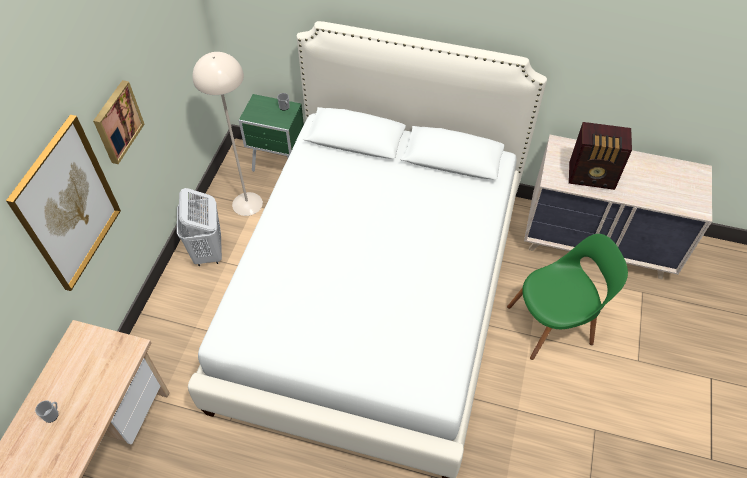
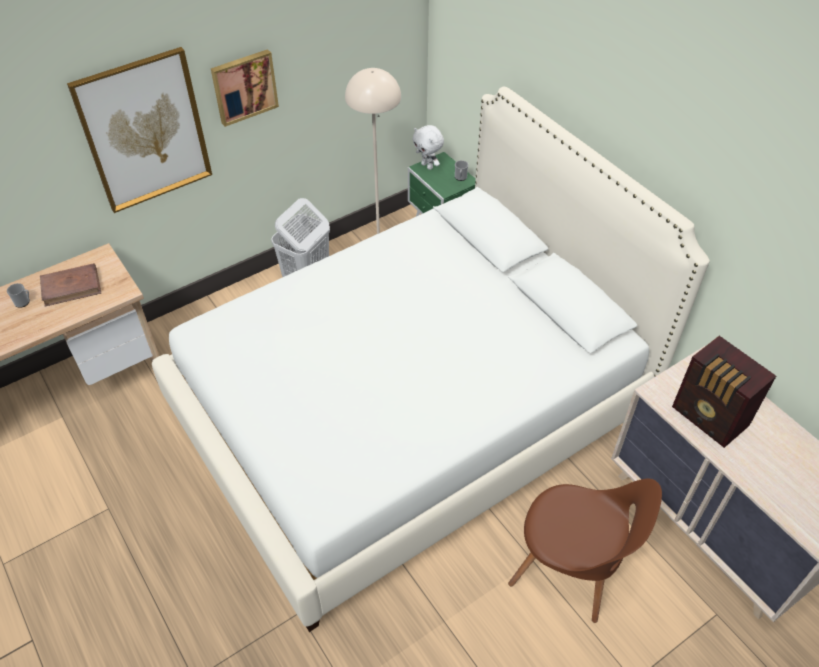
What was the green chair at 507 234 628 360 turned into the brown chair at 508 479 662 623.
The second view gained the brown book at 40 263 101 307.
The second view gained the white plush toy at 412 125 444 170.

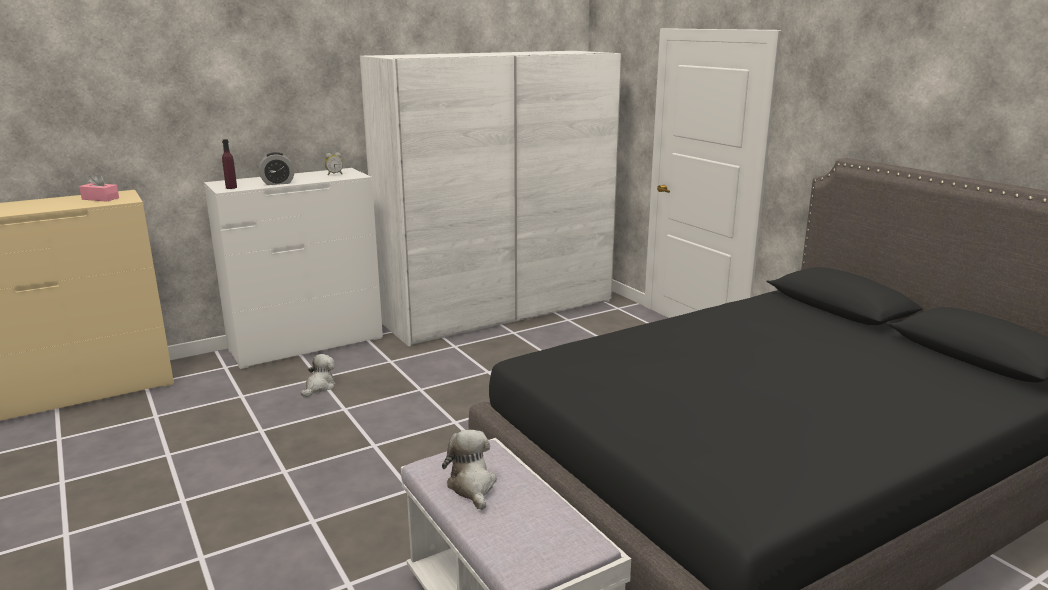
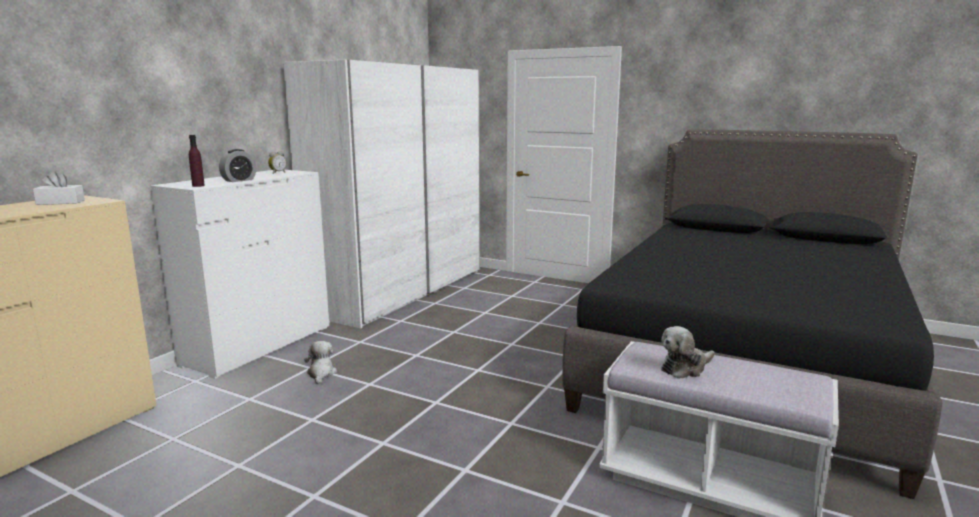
What was the pink tissue box at 79 172 119 202 turned into the white tissue box at 33 171 85 205.
The plush toy at 442 430 497 510 ended up facing another way, 75 degrees counterclockwise from before.

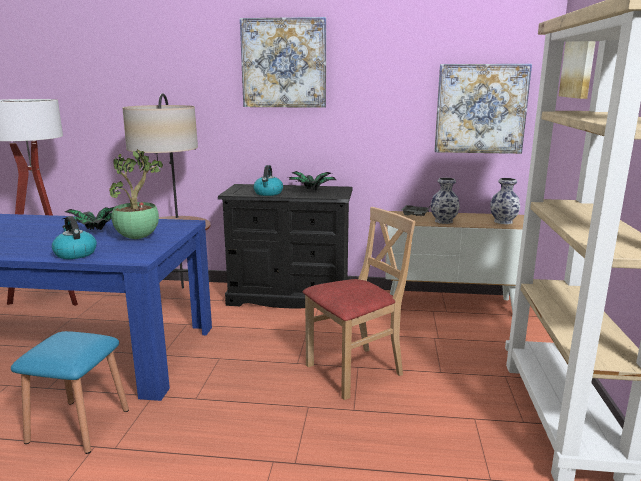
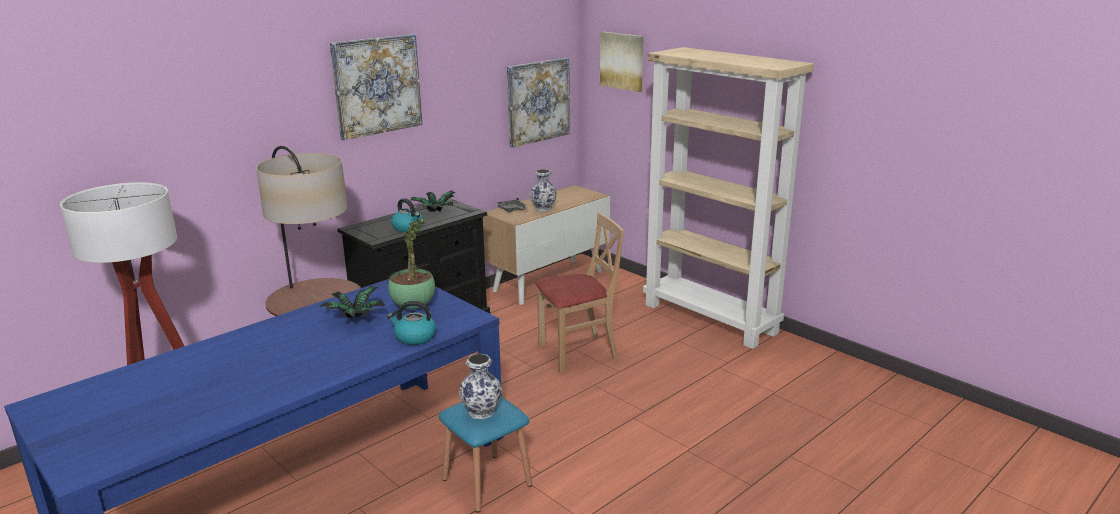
The beige chair at 303 207 415 400 ended up facing another way, 60 degrees clockwise from before.
The vase ended up elsewhere, having gone from 490 178 520 224 to 459 354 502 419.

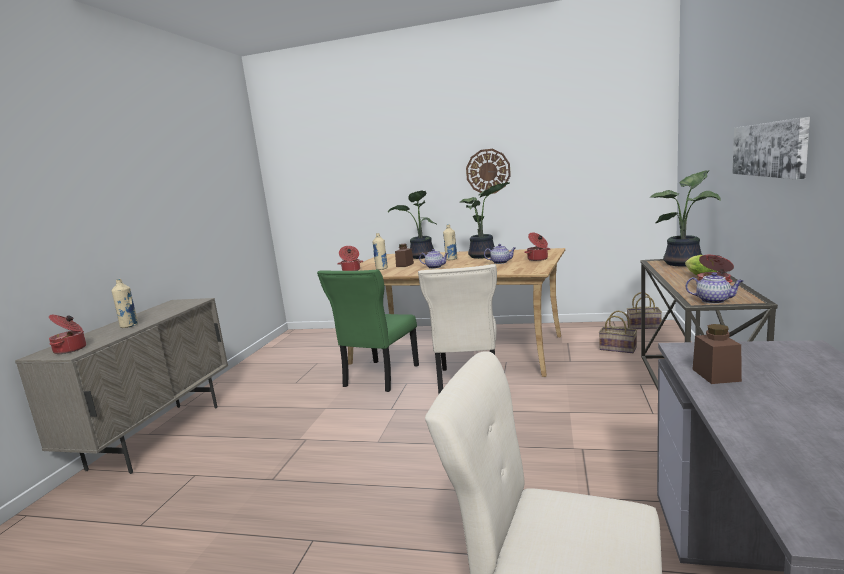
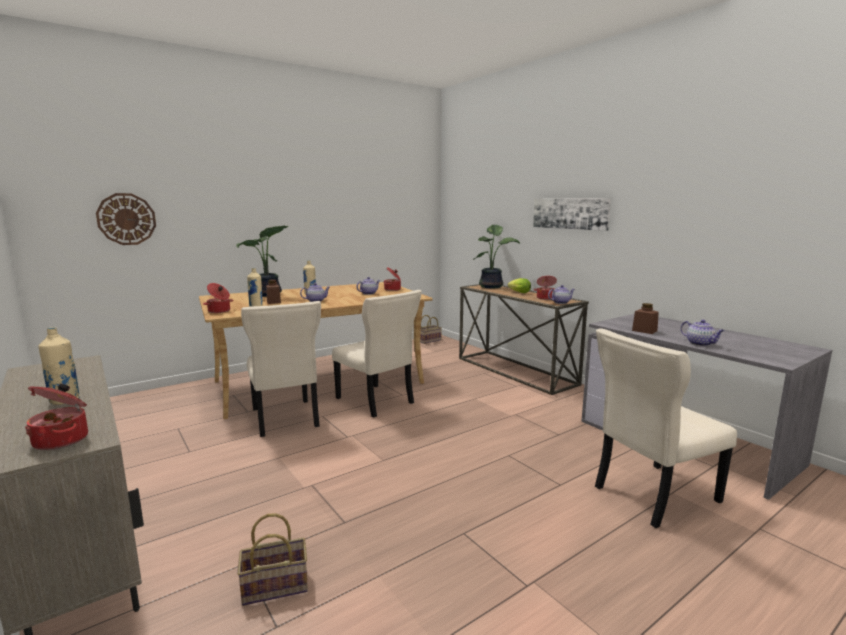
What was the green chair at 317 270 419 392 turned into the beige chair at 241 301 321 437.
The second view lost the potted plant at 460 182 509 259.
The wall clock ended up elsewhere, having gone from 466 149 511 194 to 96 193 156 245.
The basket ended up elsewhere, having gone from 599 311 637 353 to 237 513 308 606.
The second view gained the teapot at 681 320 725 346.

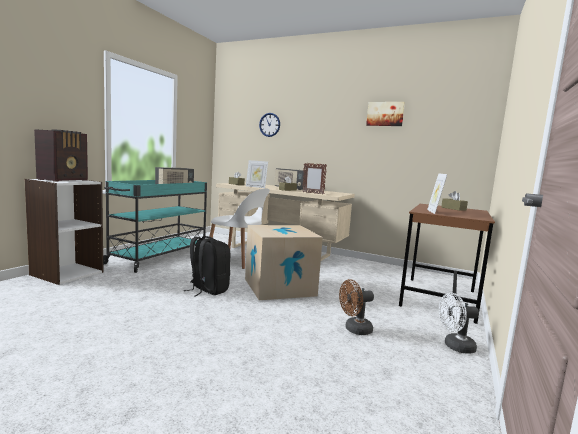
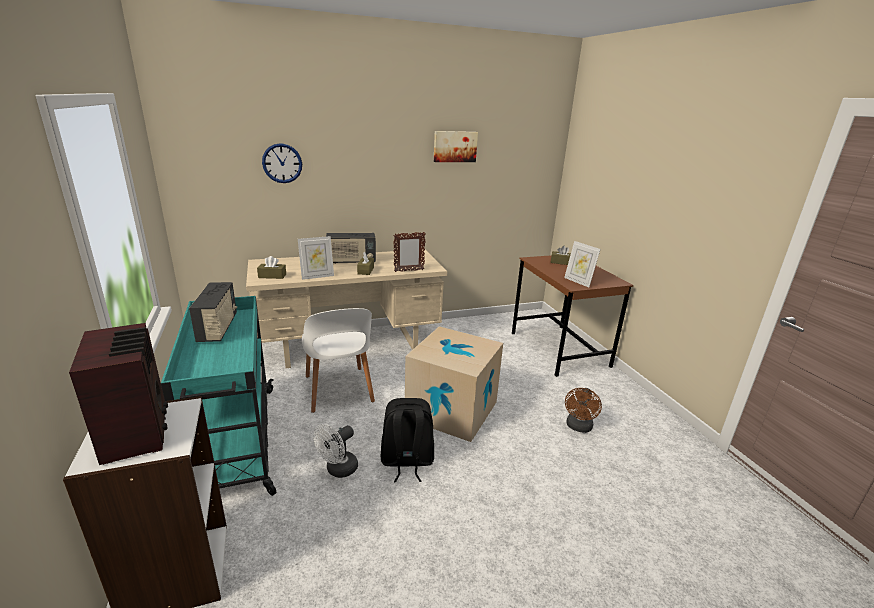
The white chair at 209 188 270 269 ended up facing another way, 90 degrees clockwise from before.
The white fan ended up elsewhere, having gone from 439 293 479 354 to 313 424 358 478.

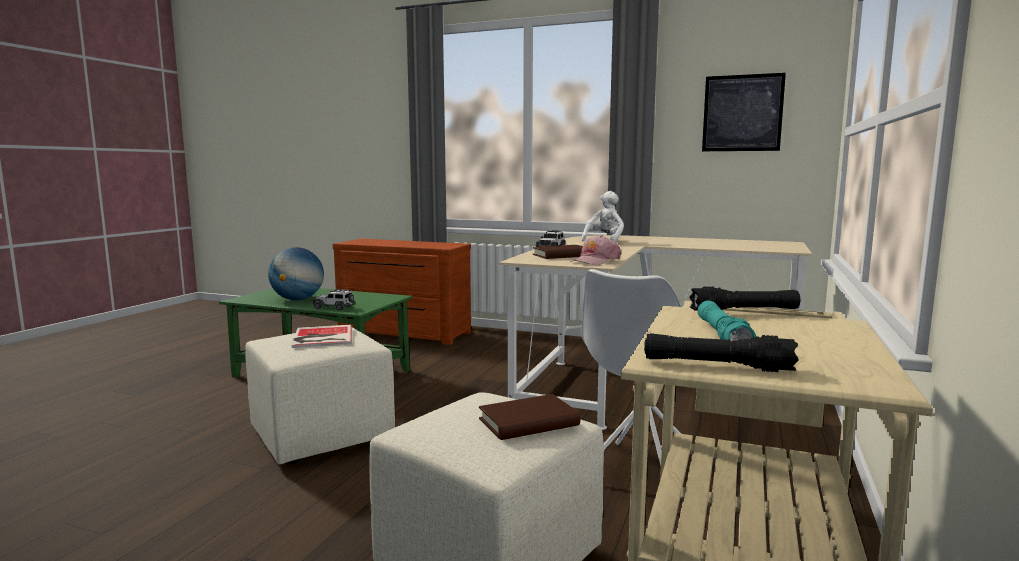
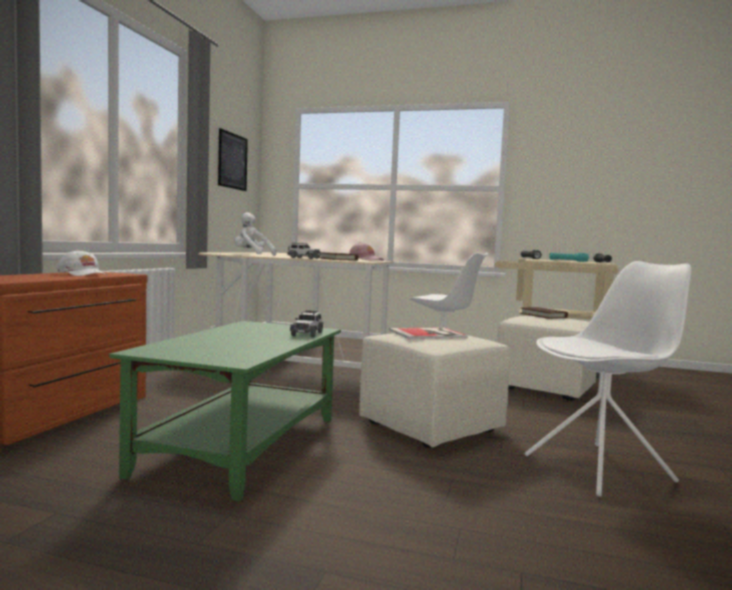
The second view lost the globe at 268 247 324 300.
The second view gained the white cap at 57 250 107 276.
The second view gained the white chair at 525 261 691 497.

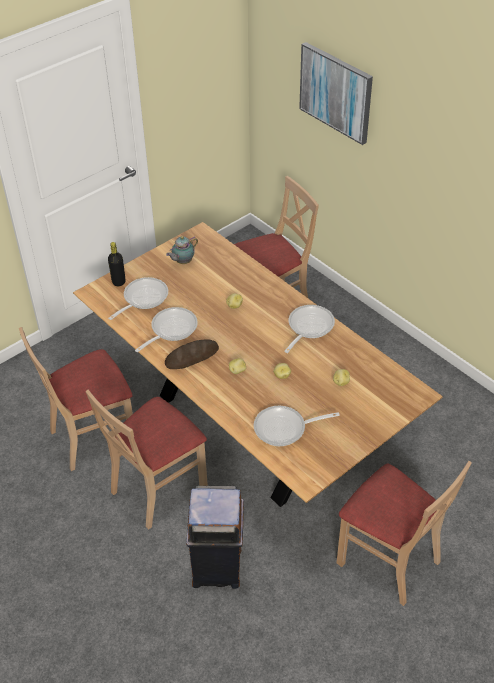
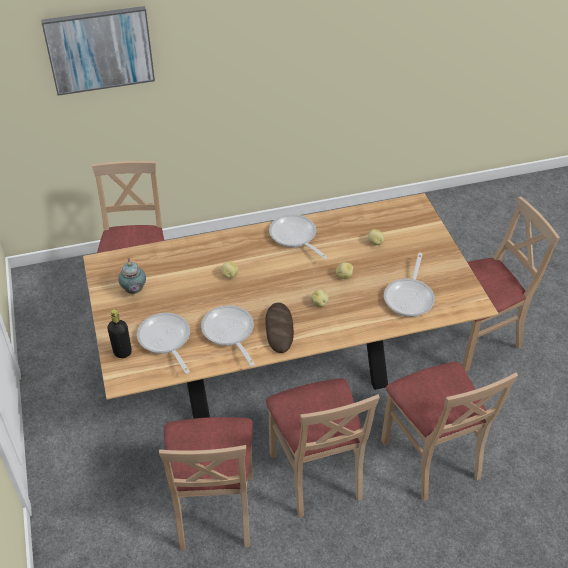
Where the brown trash can stood at 186 486 244 589, the beige chair came to stand at 381 362 518 501.

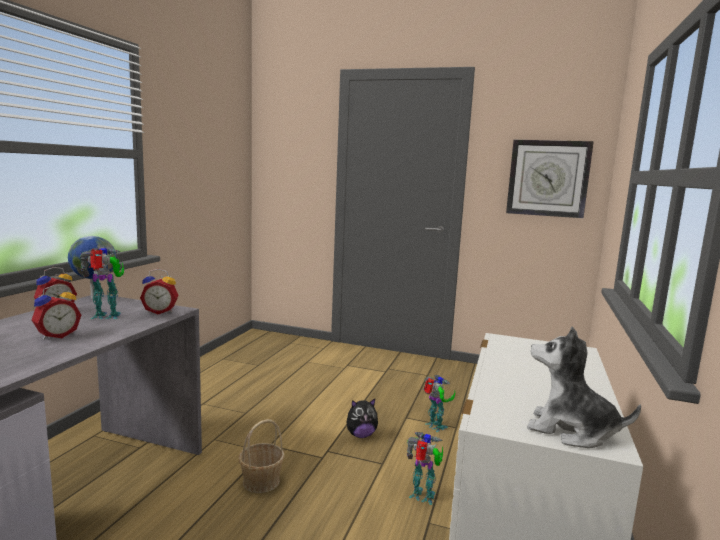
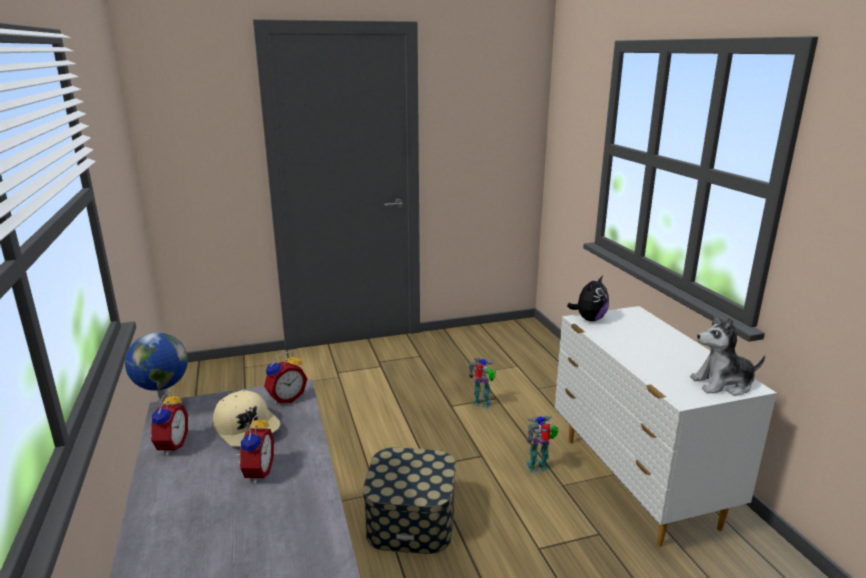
Where the toy robot stood at 79 248 125 319, the beige cap came to stand at 213 390 281 447.
Where the basket stood at 239 419 285 493, the storage box came to stand at 363 447 456 554.
The plush toy ended up elsewhere, having gone from 347 399 378 438 to 567 276 609 321.
The second view lost the wall clock at 506 140 594 218.

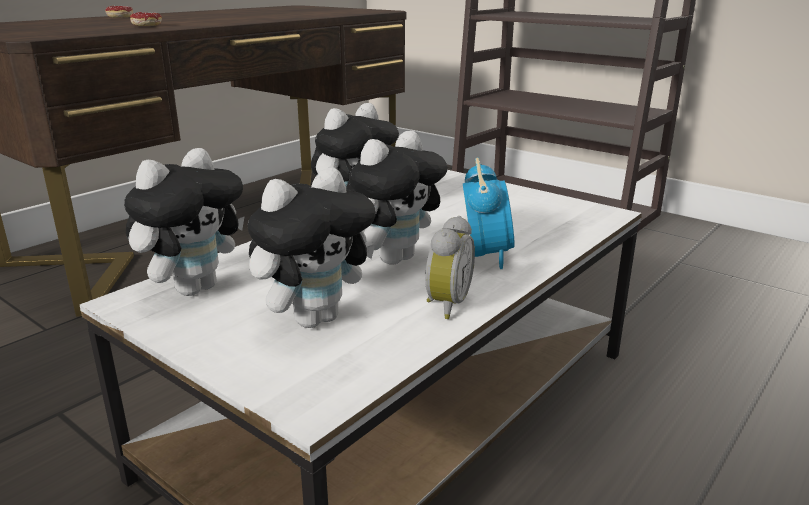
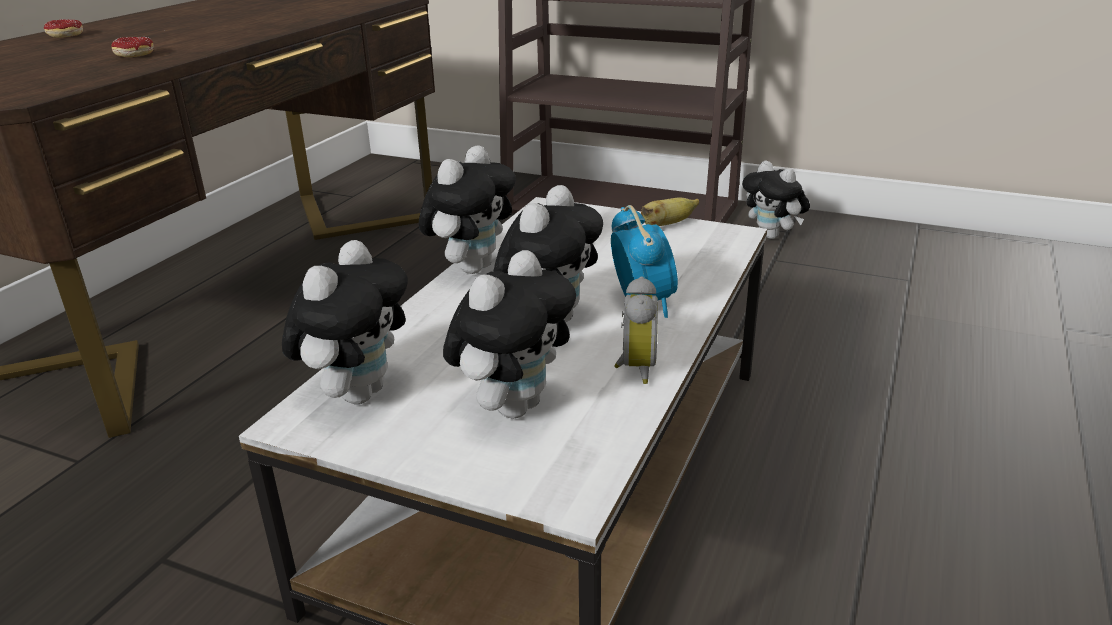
The second view gained the banana at 641 198 699 226.
The second view gained the plush toy at 742 161 810 239.

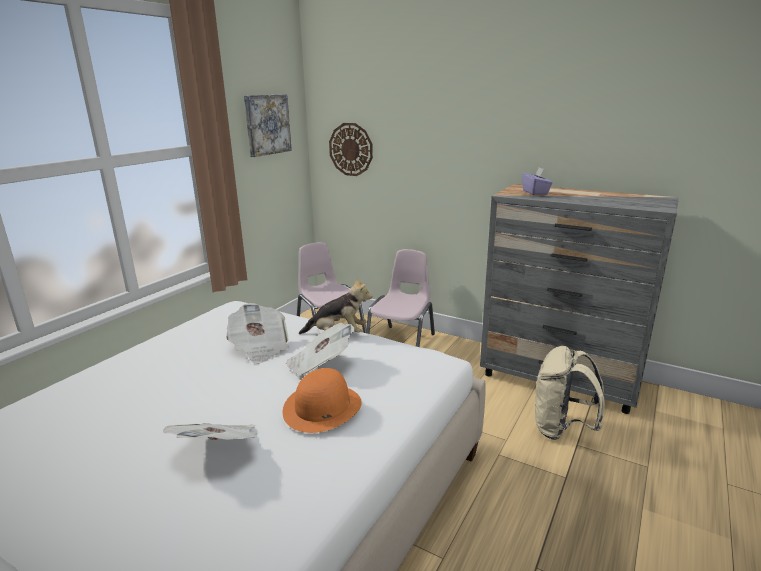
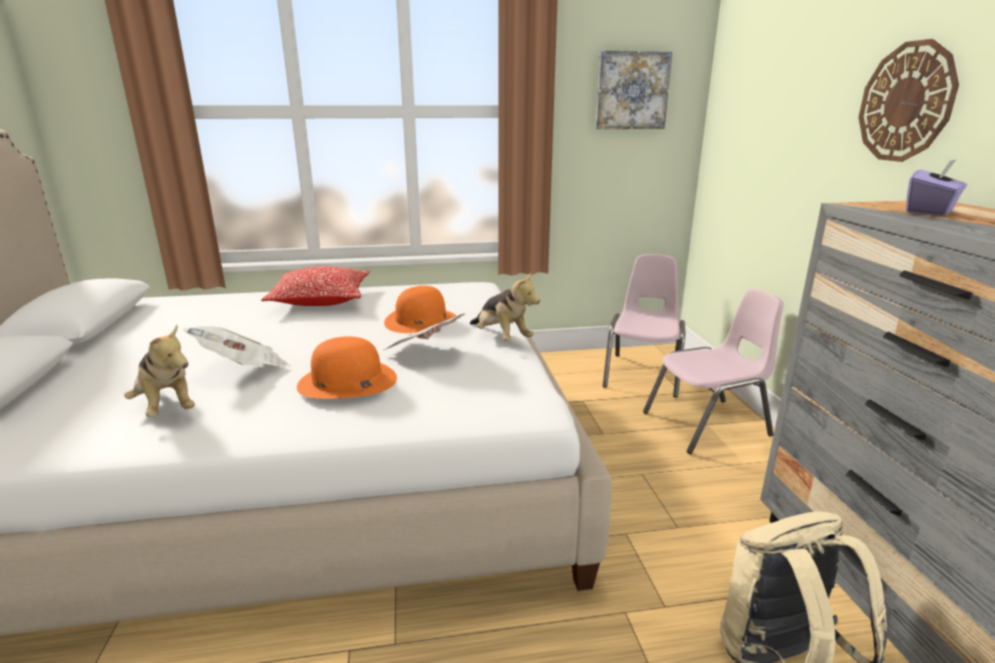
Where the newspaper stood at 226 303 289 364, the orange hat came to stand at 384 286 456 333.
The wall clock ended up elsewhere, having gone from 329 123 373 176 to 858 39 959 162.
The second view gained the plush toy at 124 325 195 417.
The second view gained the pillow at 261 266 370 306.

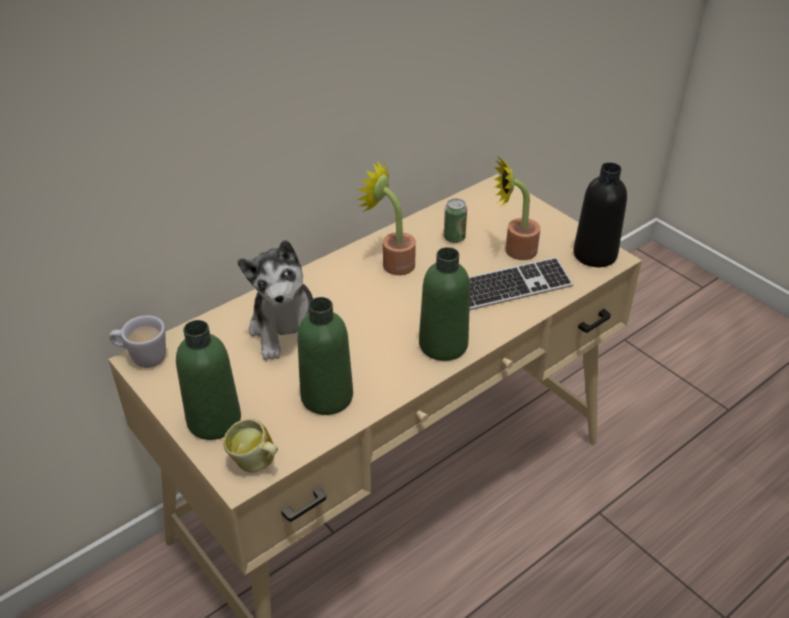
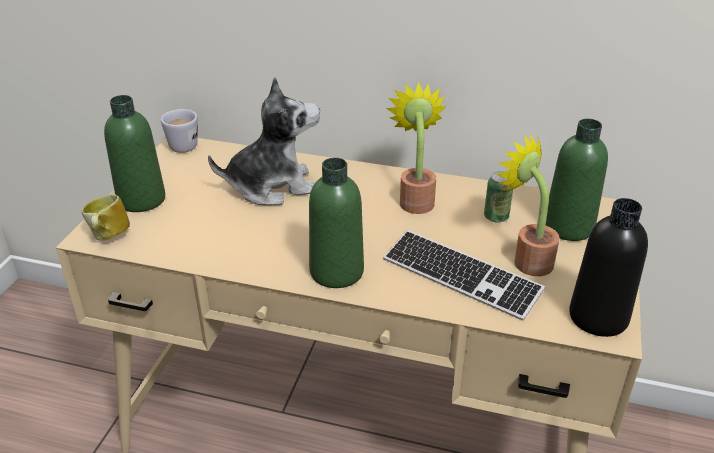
The plush toy at 238 240 313 361 ended up facing another way, 150 degrees counterclockwise from before.
The green bottle ended up elsewhere, having gone from 297 297 353 415 to 546 119 608 241.

